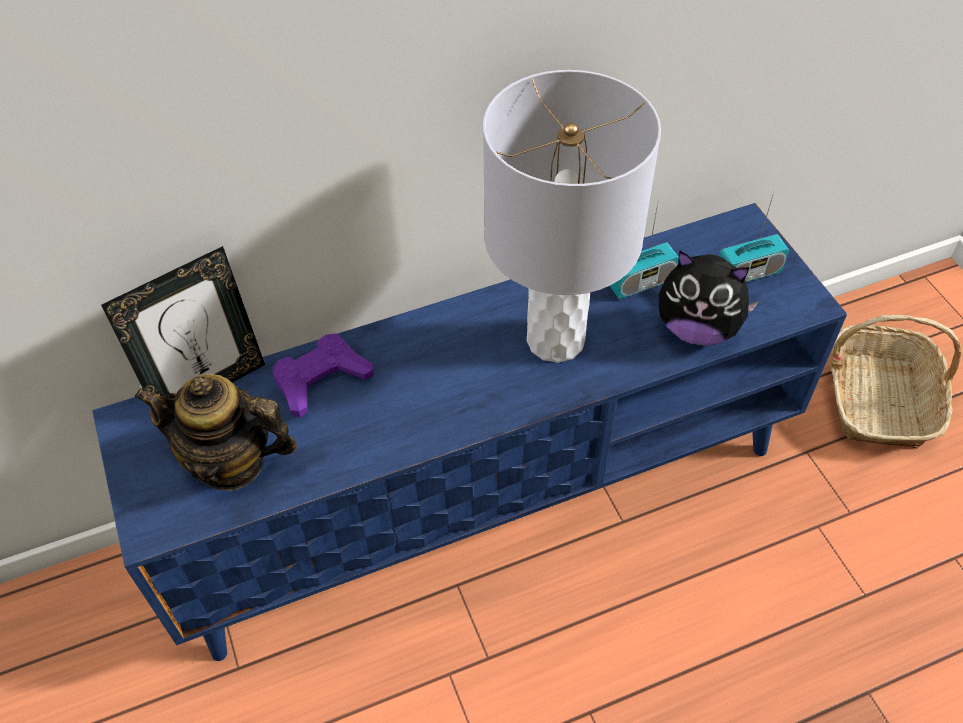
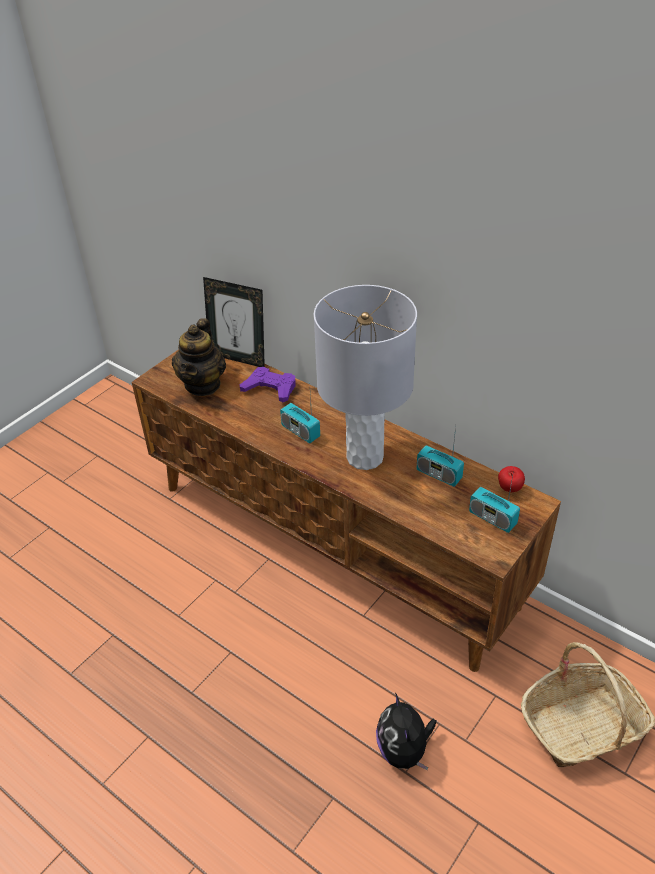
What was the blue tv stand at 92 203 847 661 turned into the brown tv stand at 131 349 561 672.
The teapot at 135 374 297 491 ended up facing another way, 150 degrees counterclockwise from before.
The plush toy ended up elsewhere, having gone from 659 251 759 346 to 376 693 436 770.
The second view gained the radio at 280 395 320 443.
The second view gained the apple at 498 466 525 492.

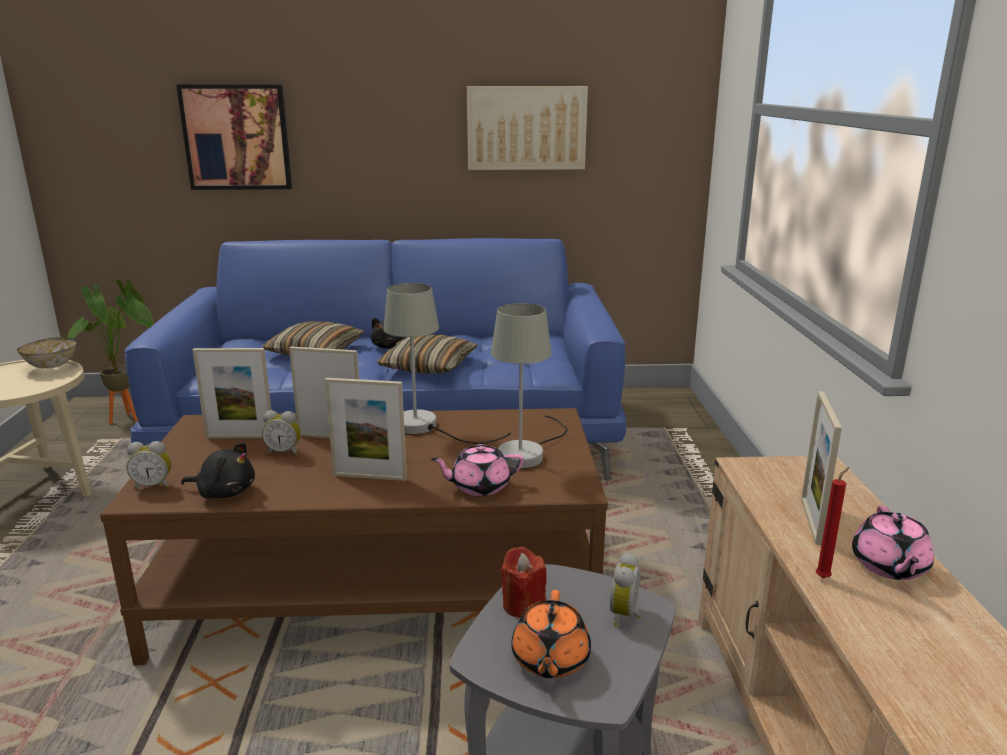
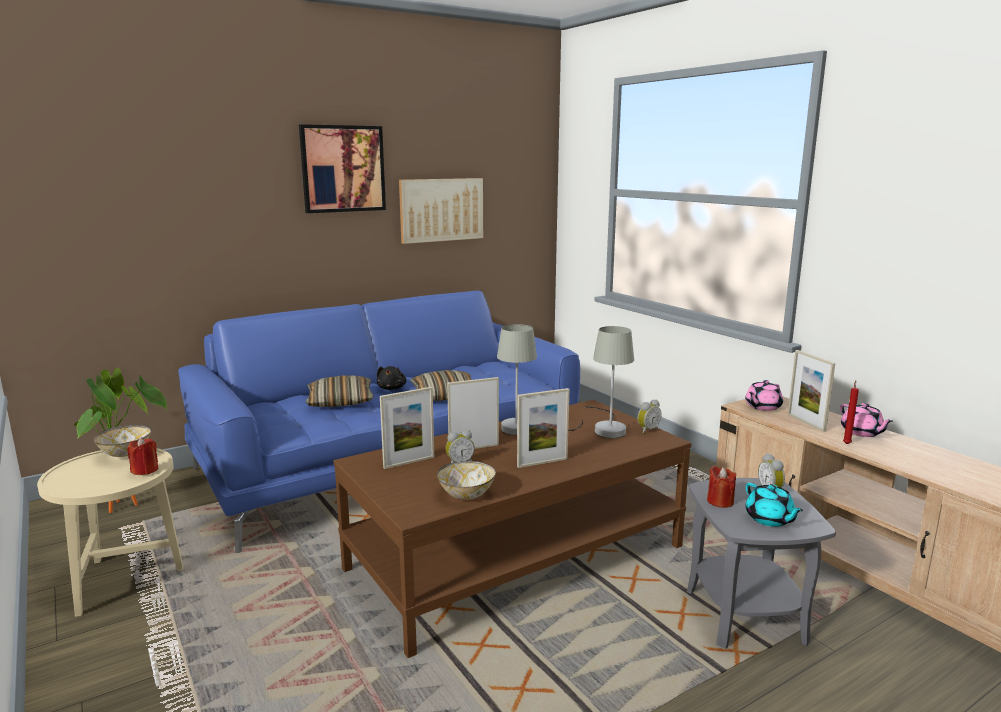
The alarm clock ended up elsewhere, having gone from 126 441 171 490 to 637 399 662 434.
The picture ended up elsewhere, having gone from 176 84 292 190 to 299 124 386 213.
Where the black plush toy stood at 181 443 255 499, the bowl came to stand at 437 461 496 500.
The pink teapot ended up elsewhere, having gone from 431 444 524 496 to 745 380 783 411.
What was the orange teapot at 511 590 591 678 turned into the turquoise teapot at 745 483 804 527.
The second view gained the red candle at 127 437 158 475.

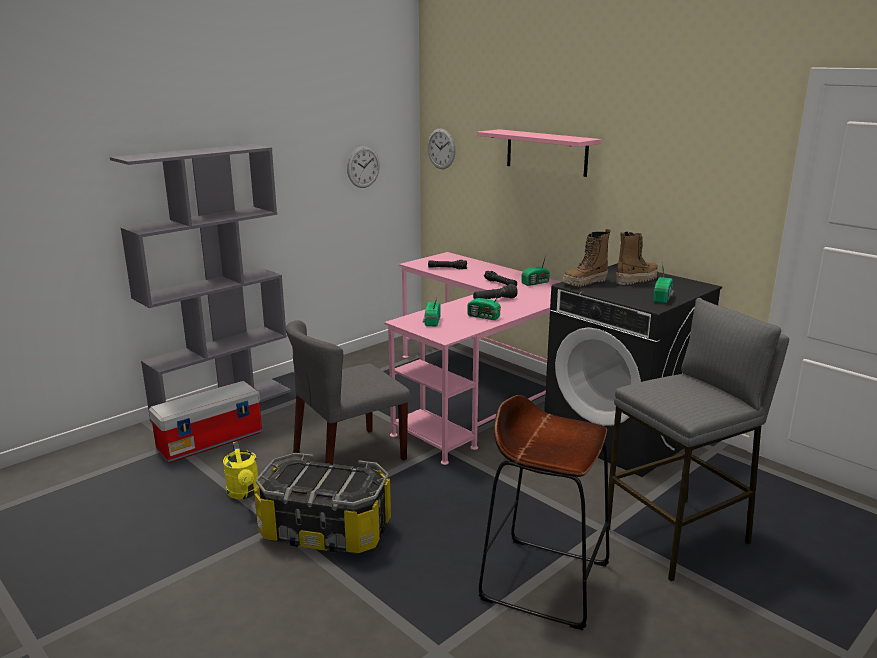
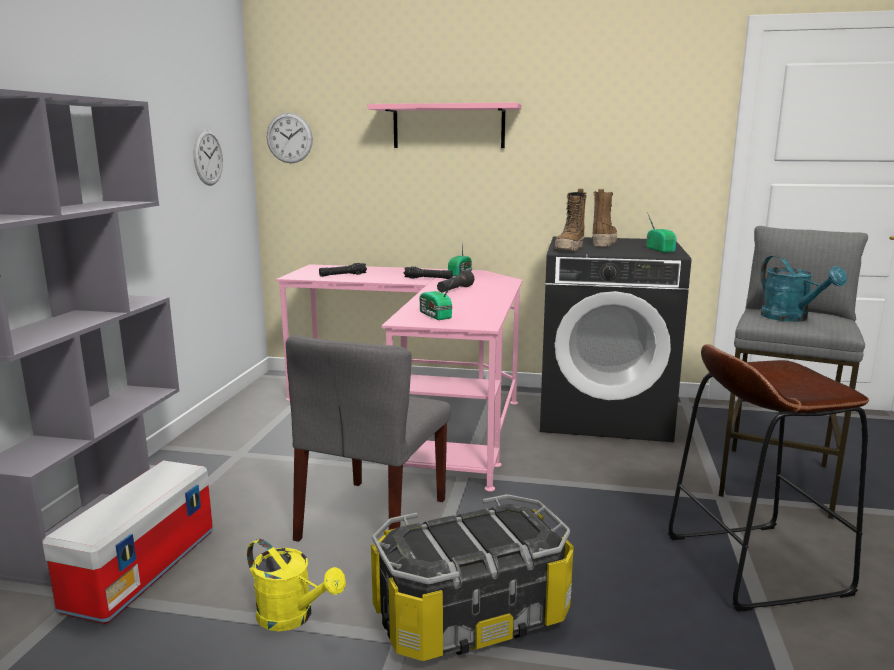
The second view lost the radio at 467 289 503 320.
The second view gained the turquoise watering can at 761 256 847 322.

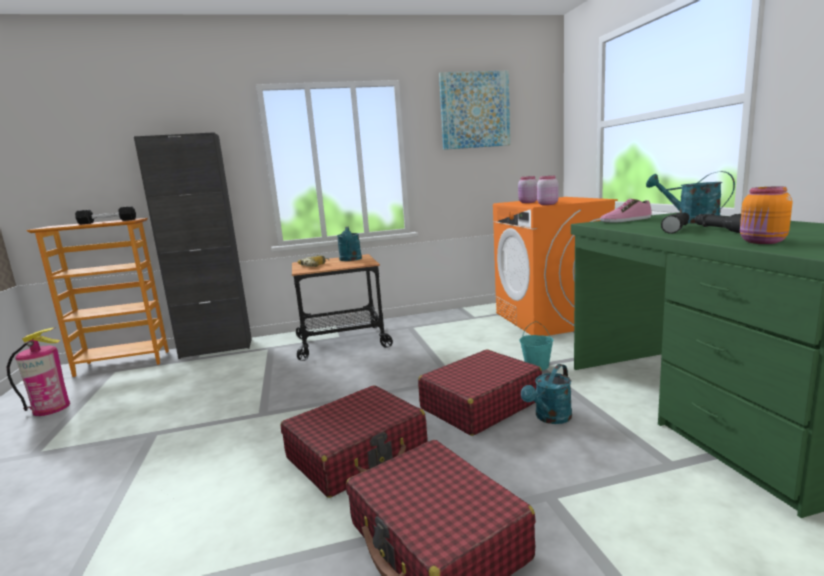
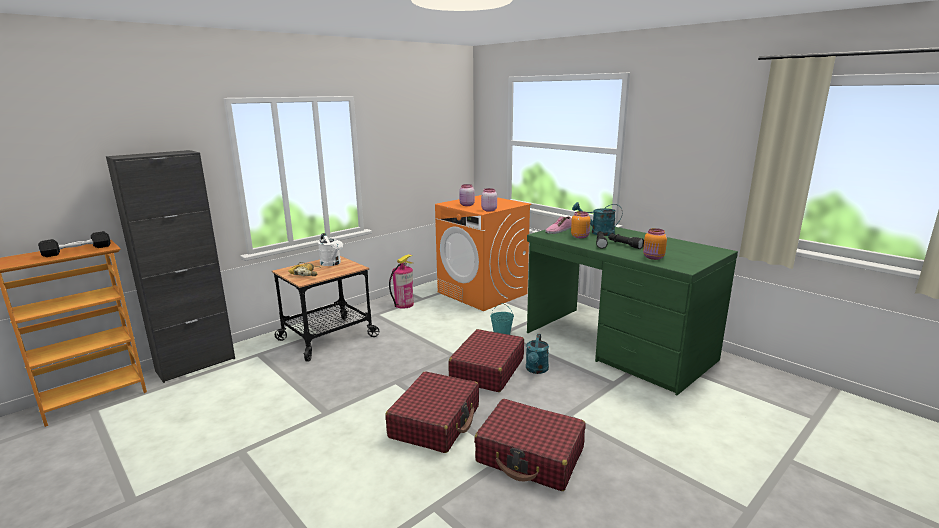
The fire extinguisher ended up elsewhere, having gone from 7 327 70 416 to 389 254 414 309.
What was the turquoise watering can at 337 227 362 261 turned into the white watering can at 318 233 343 266.
The second view lost the picture at 439 71 510 150.
The second view gained the orange jar at 571 211 591 238.

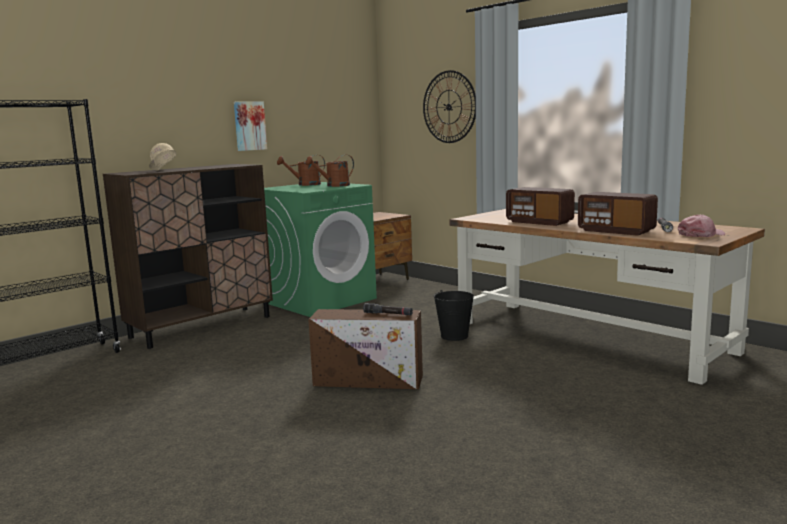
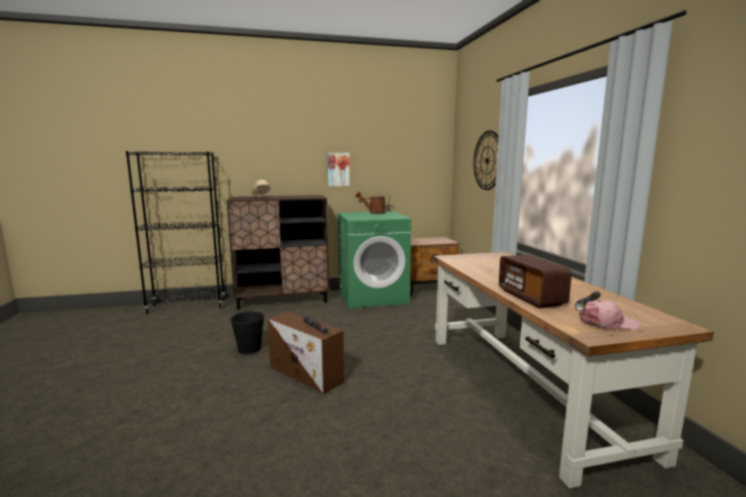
The second view lost the brown watering can at 305 155 354 187.
The black bucket ended up elsewhere, having gone from 434 290 474 341 to 230 310 264 354.
The second view lost the radio at 506 187 575 226.

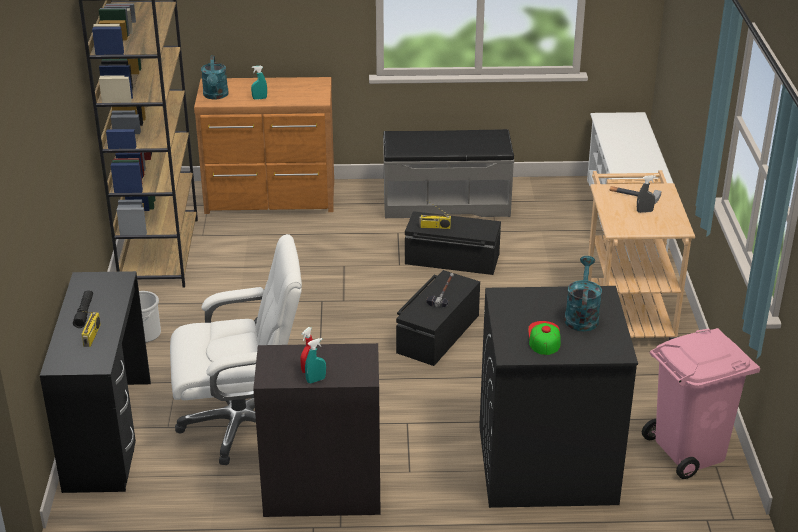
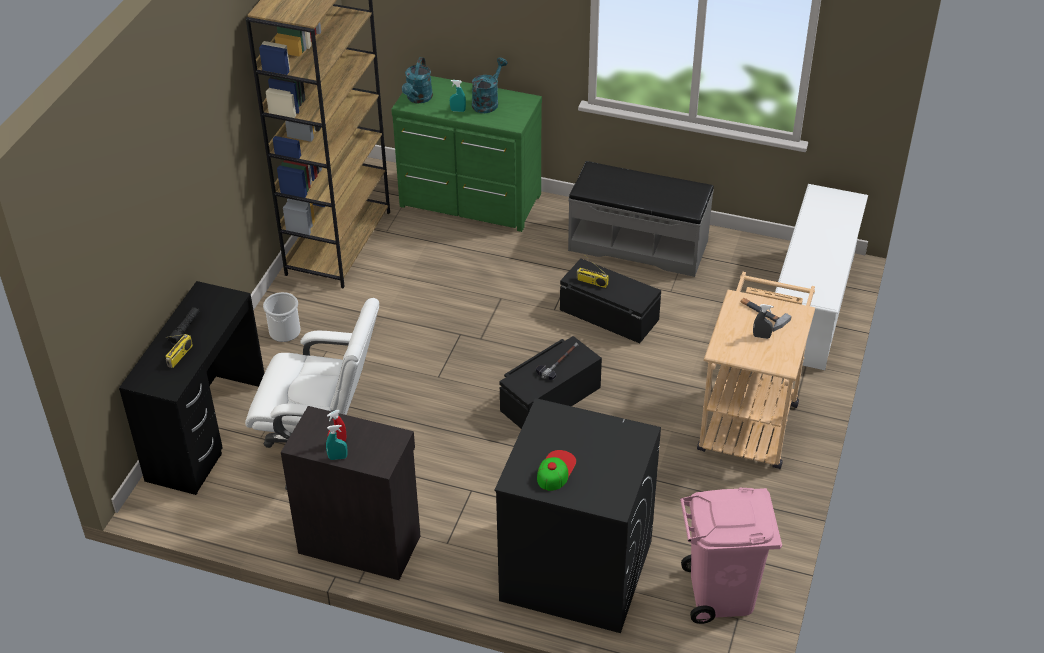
What was the brown dresser at 194 77 334 214 turned into the green dresser at 391 76 542 232.
The turquoise watering can ended up elsewhere, having gone from 564 256 602 332 to 472 58 508 113.

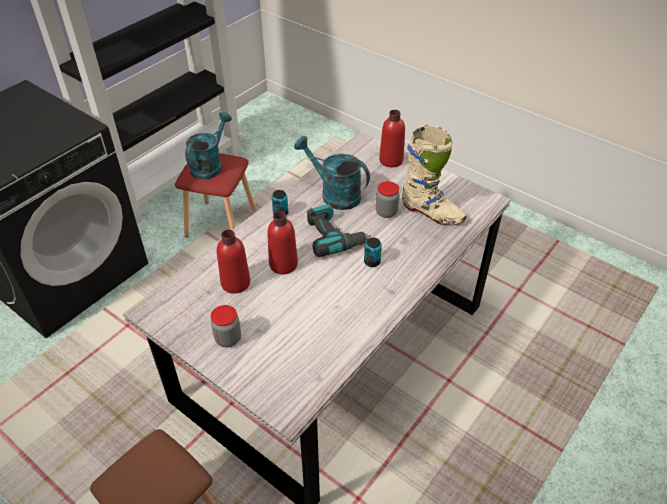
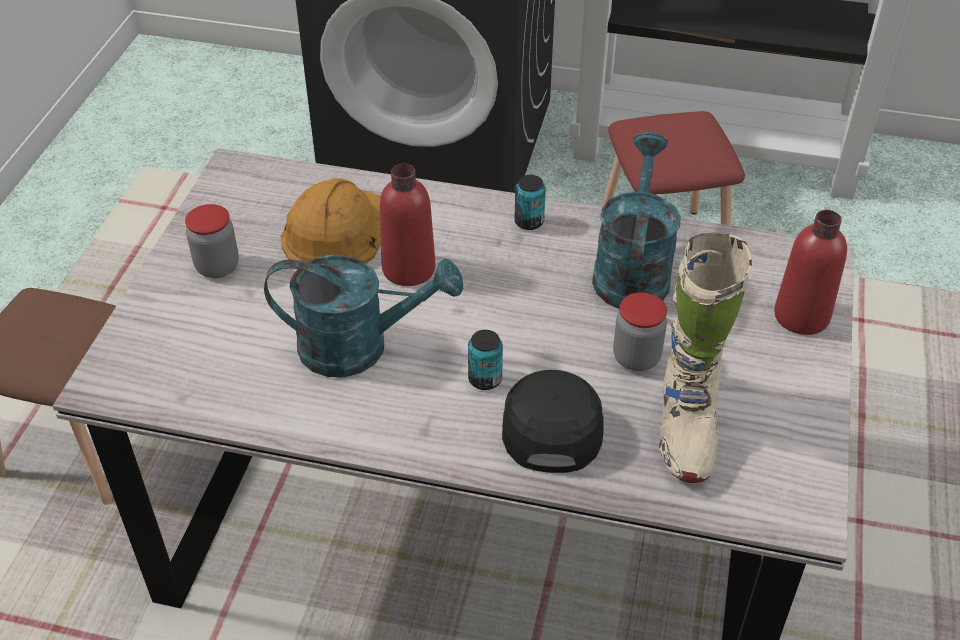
The turquoise watering can ended up elsewhere, having gone from 185 112 232 180 to 264 255 463 377.
Where the red bottle stood at 217 230 250 294, the orange hard hat came to stand at 281 178 381 263.
The second view lost the power drill at 307 204 371 257.
The second view gained the black cap at 502 370 604 473.

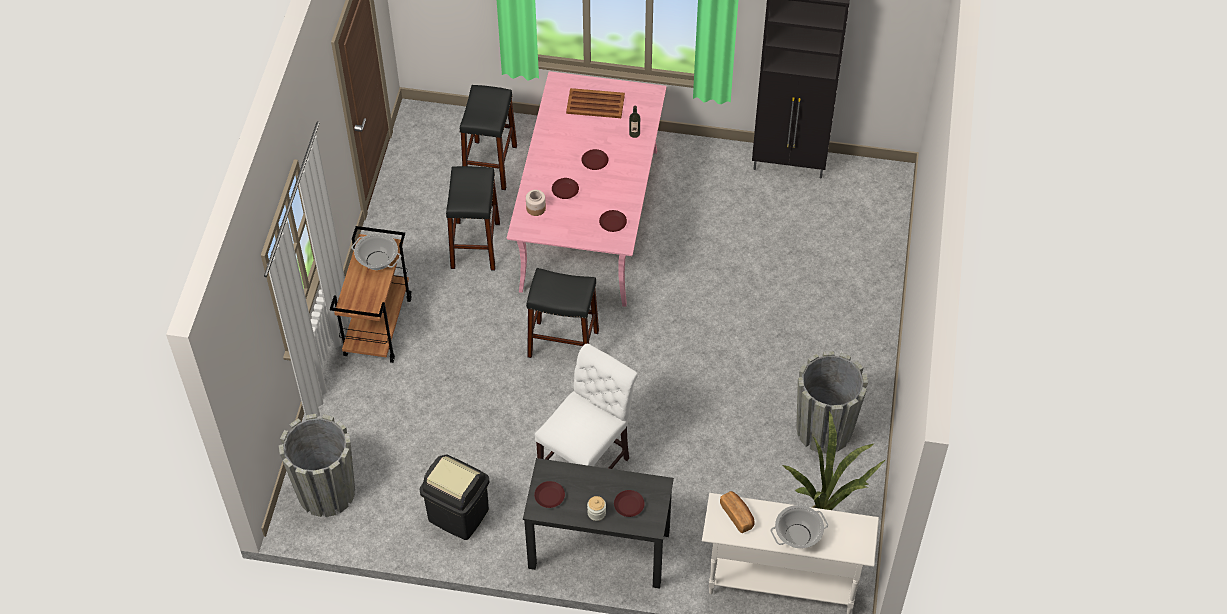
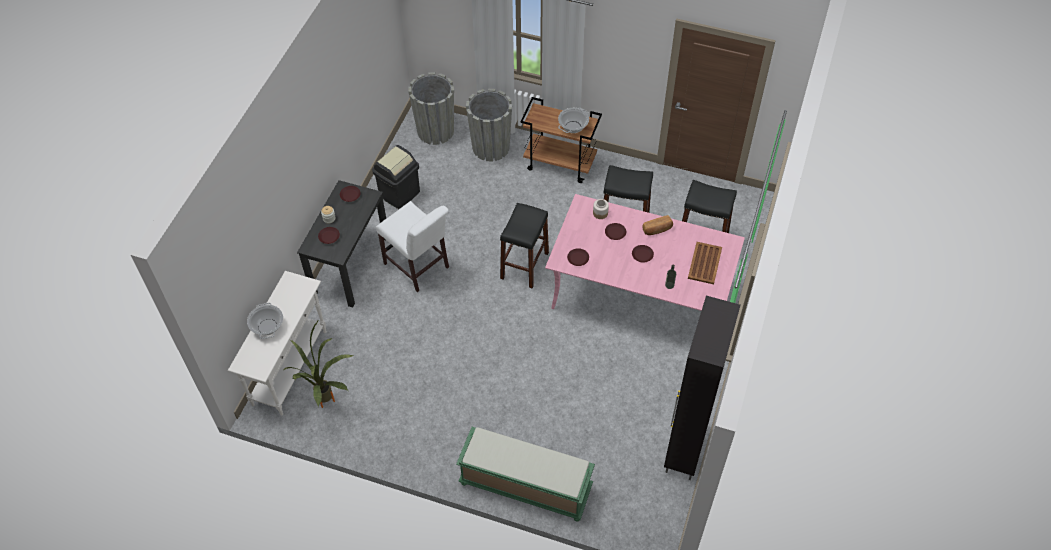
The bread ended up elsewhere, having gone from 720 491 755 533 to 642 215 673 235.
The grey planter ended up elsewhere, having gone from 796 351 868 454 to 466 89 512 162.
The second view gained the green bench at 456 427 595 521.

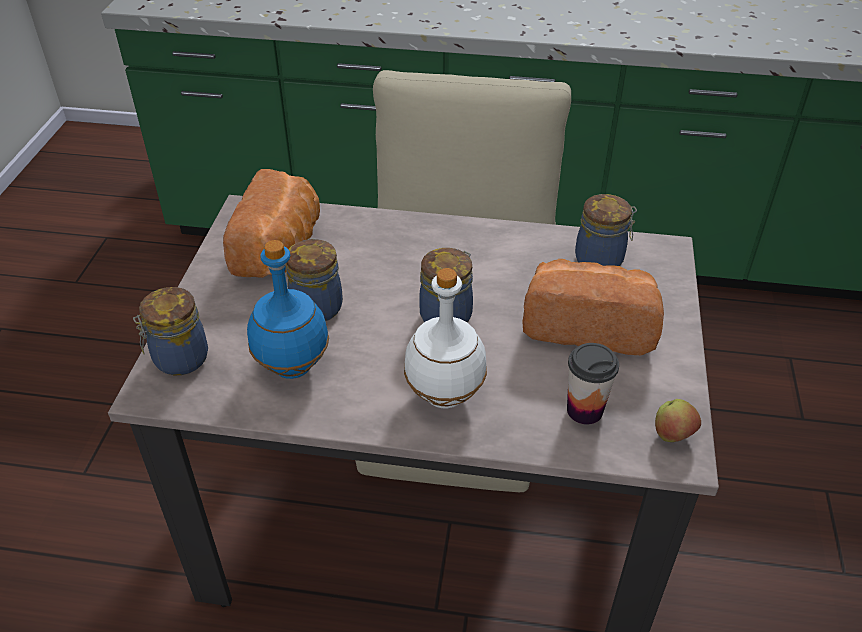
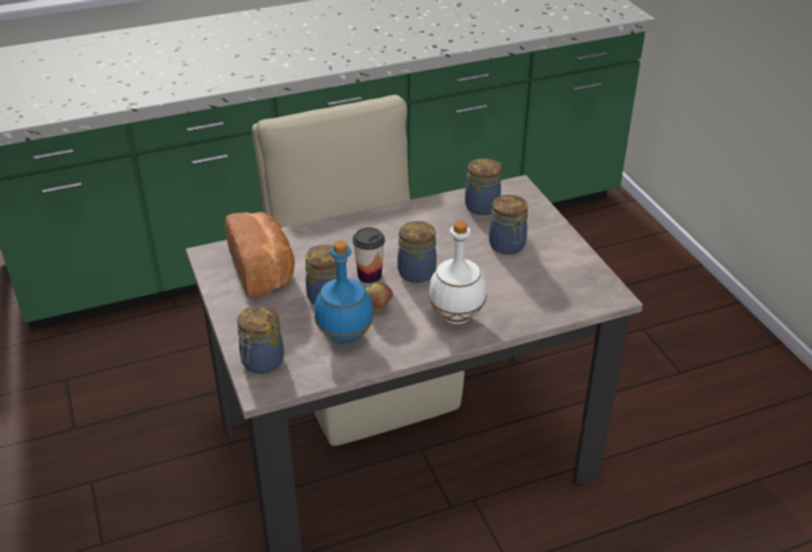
Where the bread stood at 522 259 664 355, the jar came to stand at 489 195 528 255.
The cup ended up elsewhere, having gone from 567 343 619 424 to 353 227 385 283.
The apple ended up elsewhere, having gone from 655 399 701 442 to 365 282 393 312.

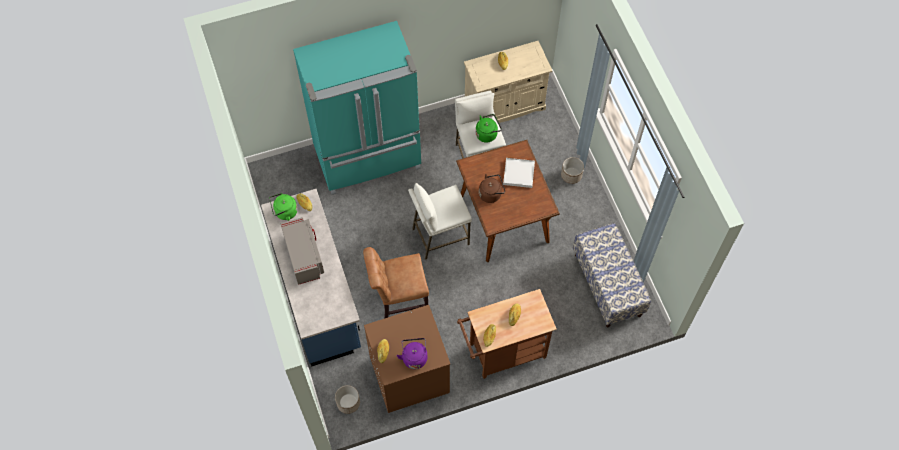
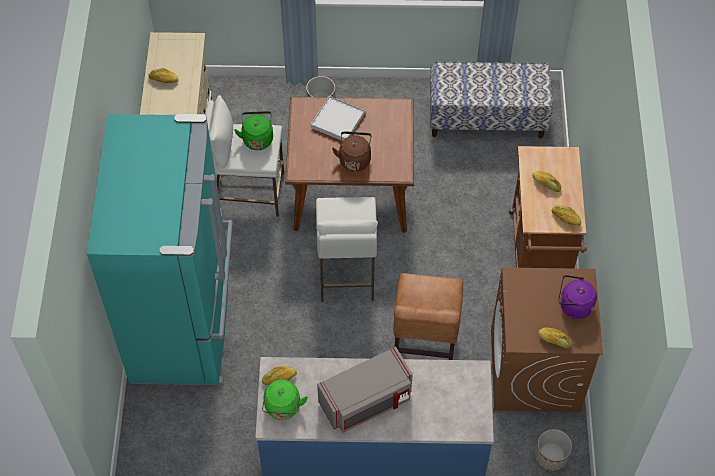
The grey microwave at 280 217 324 285 ended up facing another way, 150 degrees clockwise from before.

